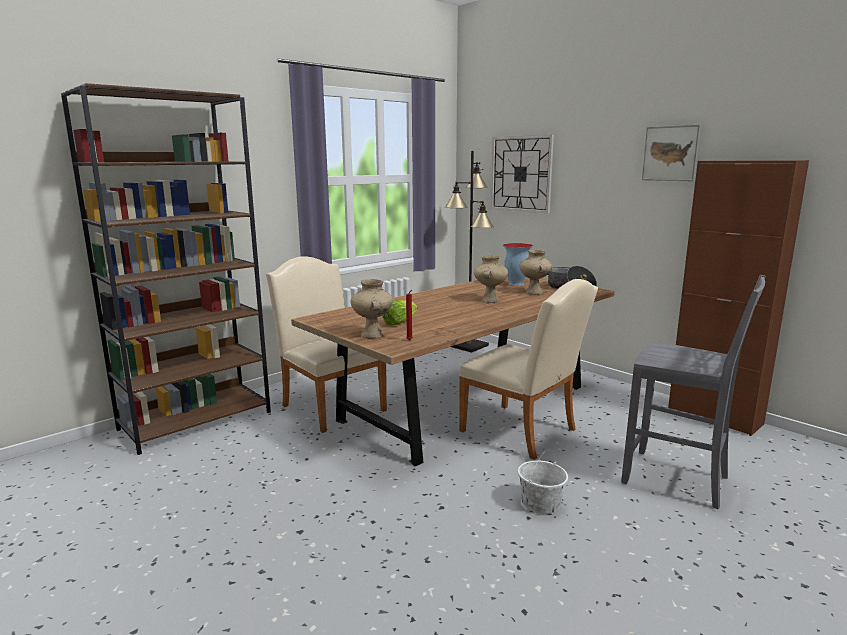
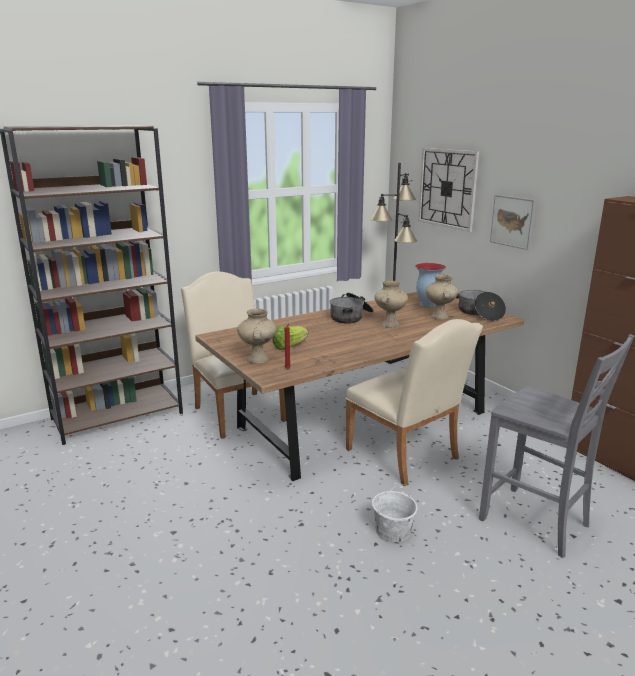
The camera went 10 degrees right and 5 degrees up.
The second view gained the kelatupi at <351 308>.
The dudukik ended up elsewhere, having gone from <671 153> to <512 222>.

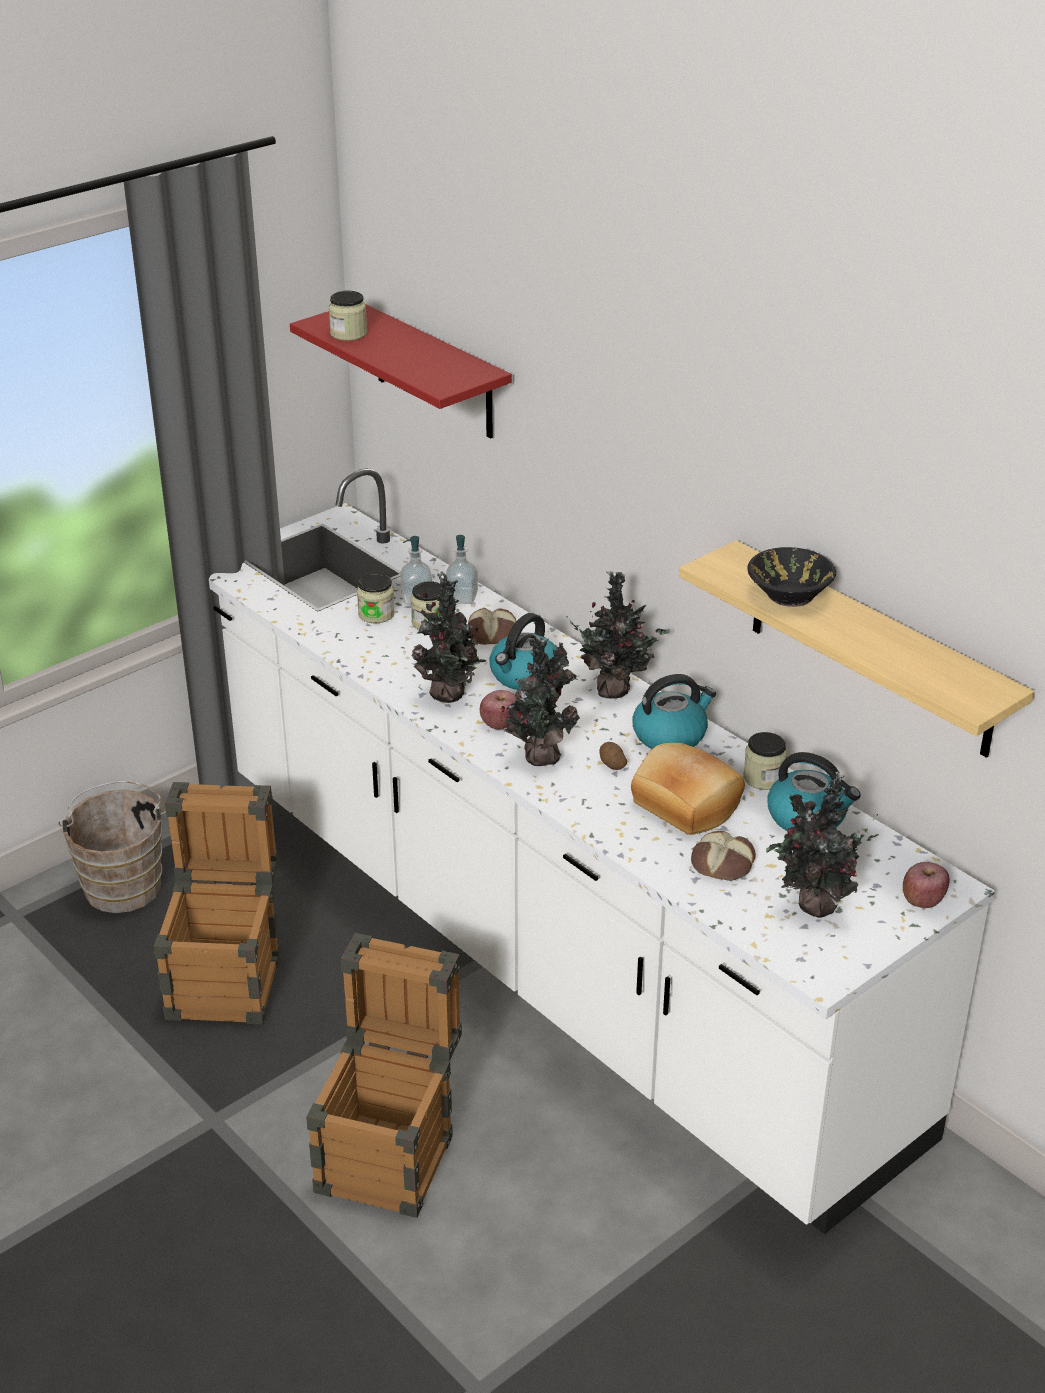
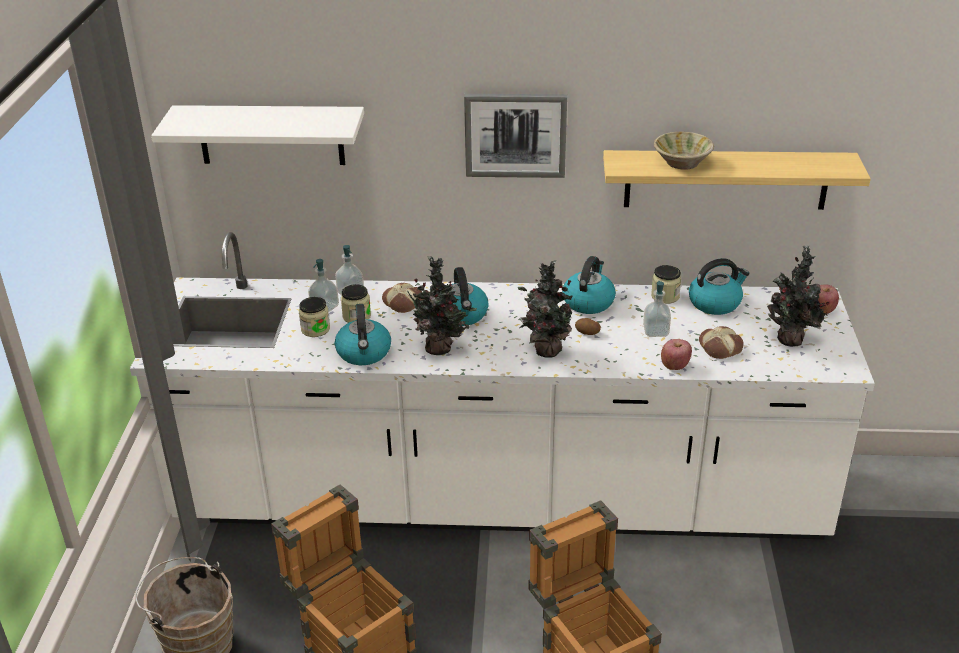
The camera went 45 degrees left and 0 degrees up.
What was the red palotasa at <401 371> turned into the white palotasa at <257 135>.
The second view gained the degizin at <363 334>.
The second view gained the dudukik at <515 136>.
Where the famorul stood at <688 789>, the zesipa came to stand at <657 309>.
What was the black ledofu at <791 577> turned into the beige ledofu at <684 151>.
The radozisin ended up elsewhere, having gone from <498 710> to <676 354>.
The second view lost the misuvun at <348 316>.
The second view lost the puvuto at <618 635>.

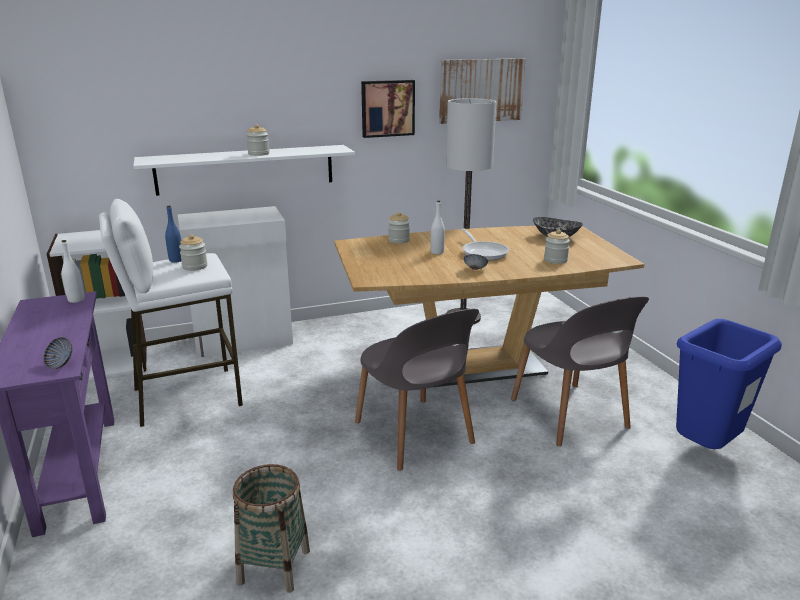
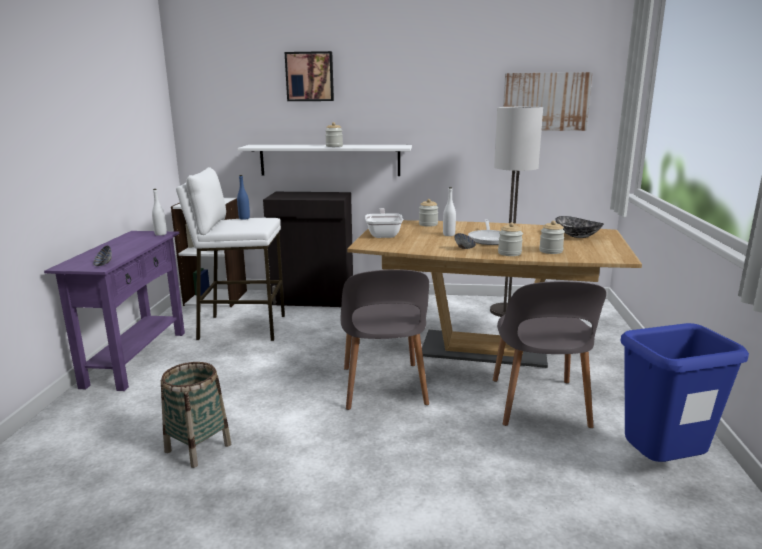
The camera went 25 degrees right and 5 degrees down.
What was the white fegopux at <235 282> turned into the black fegopux at <308 249>.
The dudukik ended up elsewhere, having gone from <388 109> to <309 76>.
The second view gained the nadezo at <384 223>.
The misuvun ended up elsewhere, having gone from <193 252> to <510 239>.

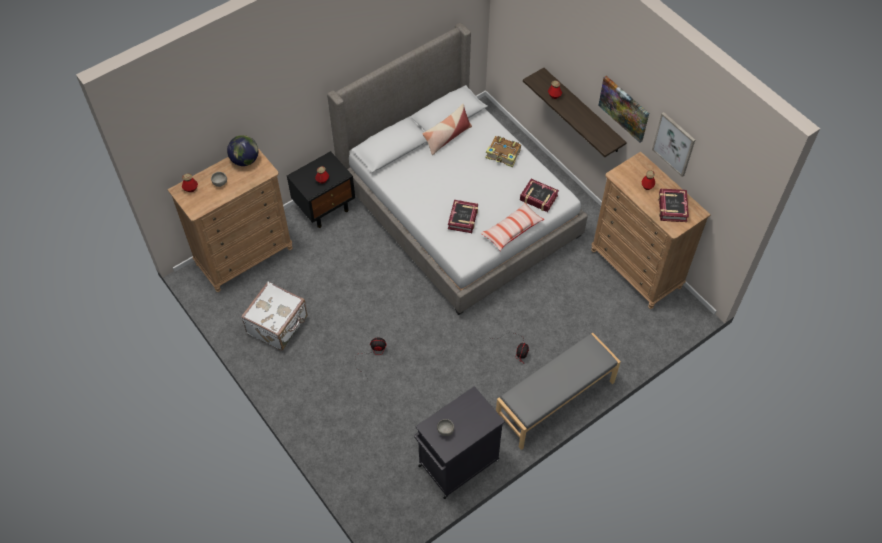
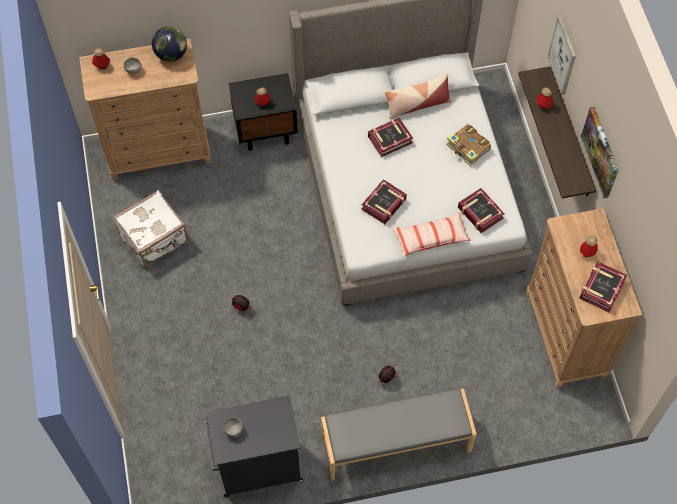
The camera went 25 degrees right and 5 degrees up.
The second view gained the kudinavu at <390 137>.
The dudukik ended up elsewhere, having gone from <673 144> to <562 55>.

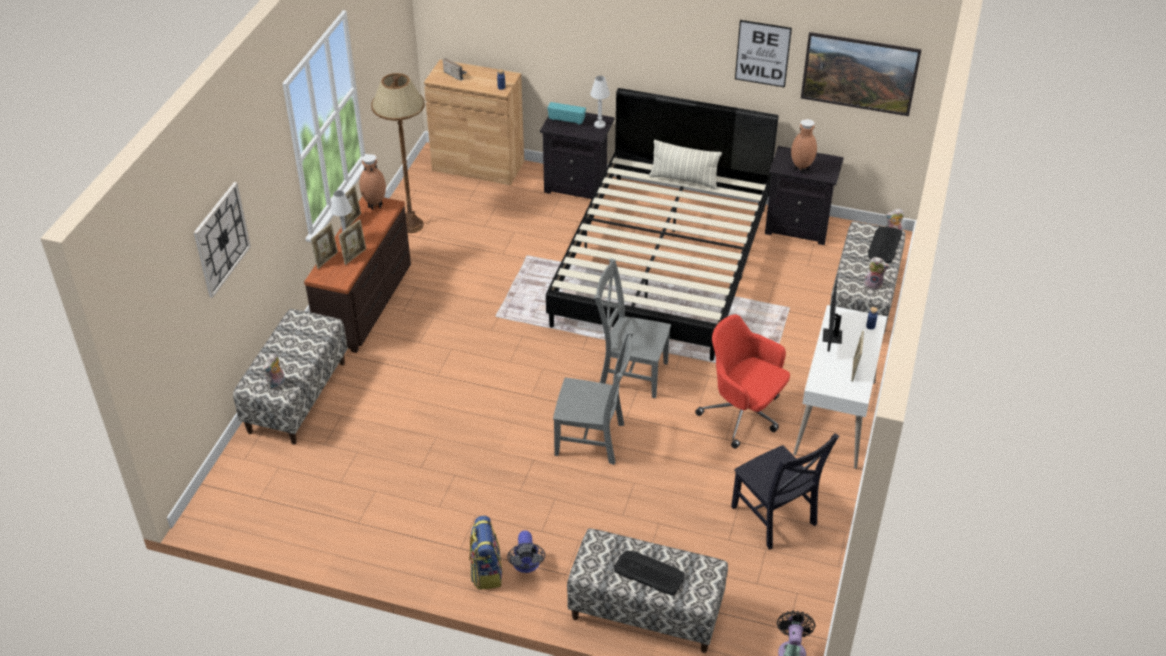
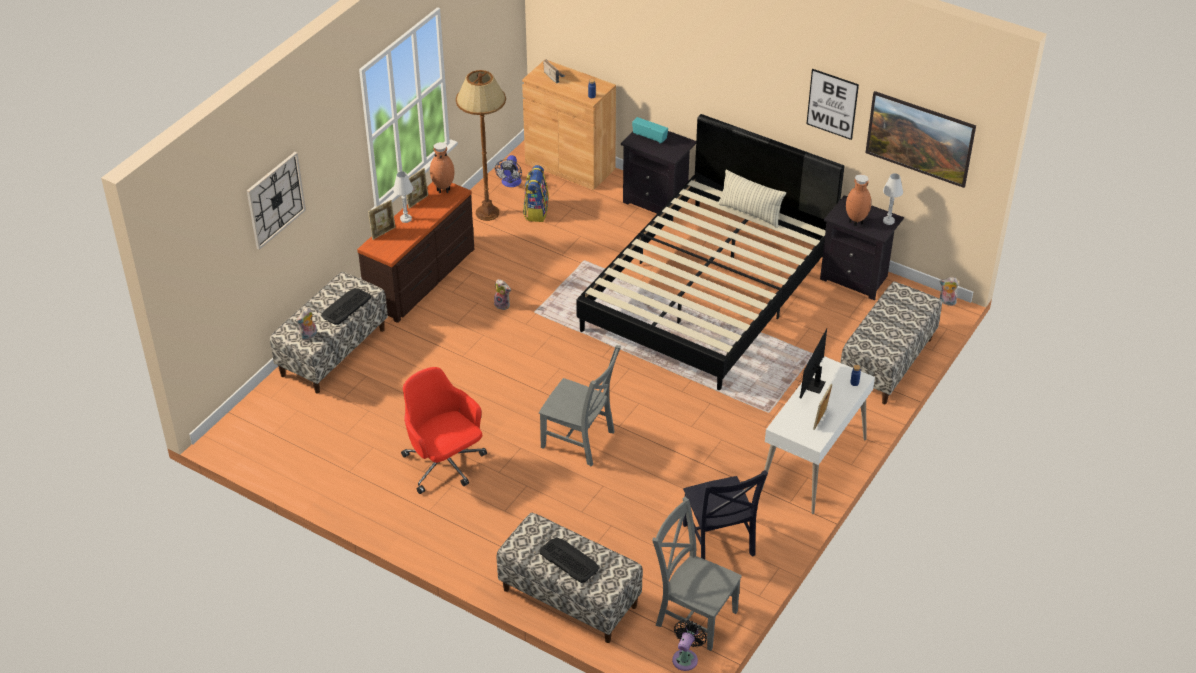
The camera went 15 degrees right and 0 degrees up.
The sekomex ended up elsewhere, having gone from <885 245> to <346 306>.
The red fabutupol ended up elsewhere, having gone from <742 381> to <444 430>.
The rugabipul ended up elsewhere, having gone from <877 273> to <502 294>.
The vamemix ended up elsewhere, having gone from <526 551> to <508 171>.
The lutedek ended up elsewhere, having gone from <486 553> to <536 193>.
The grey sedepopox ended up elsewhere, having gone from <632 328> to <697 574>.
The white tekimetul ended up elsewhere, having gone from <600 102> to <893 199>.
The second view lost the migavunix at <352 242>.

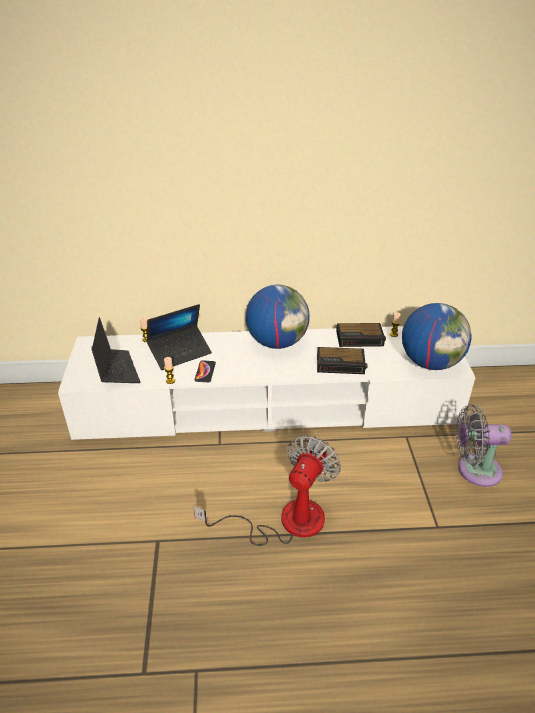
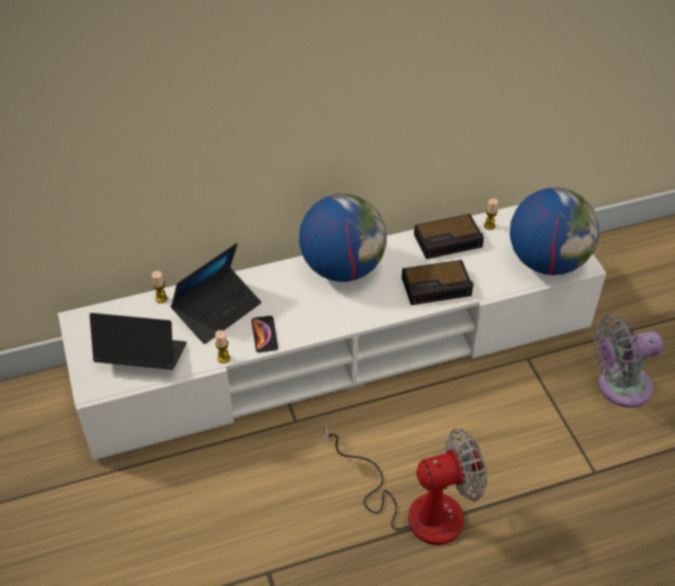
The camera went 15 degrees left and 10 degrees up.
The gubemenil at <115 350> ended up facing another way, 45 degrees counterclockwise from before.
The vamemix at <267 490> ended up facing another way, 60 degrees clockwise from before.

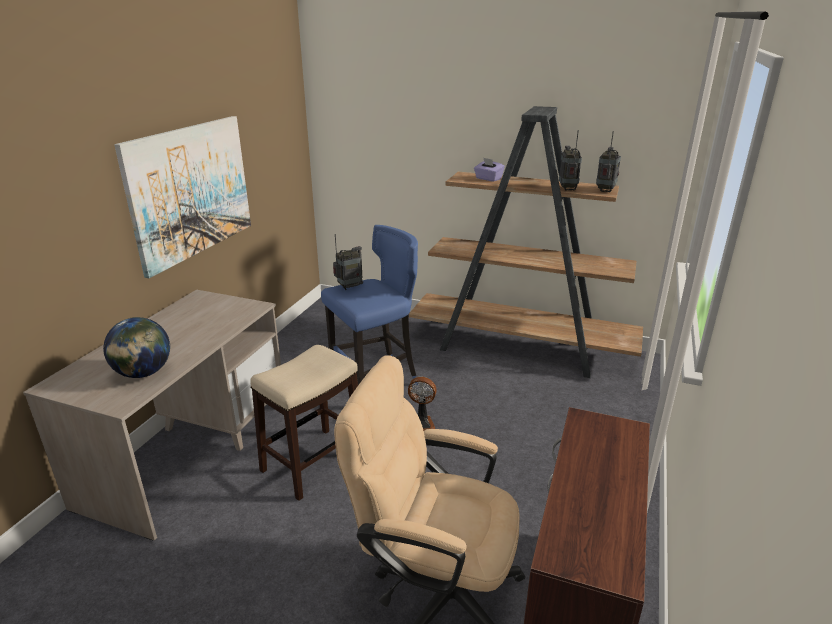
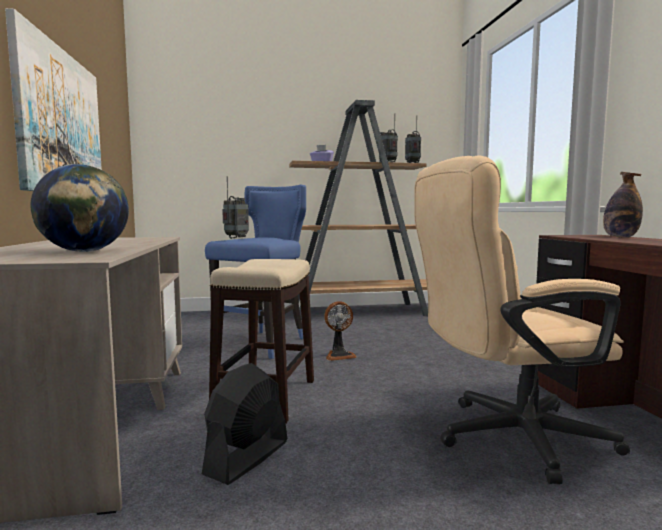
The camera went 30 degrees left and 20 degrees down.
The second view gained the black vamemix at <244 424>.
The second view gained the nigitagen at <623 204>.

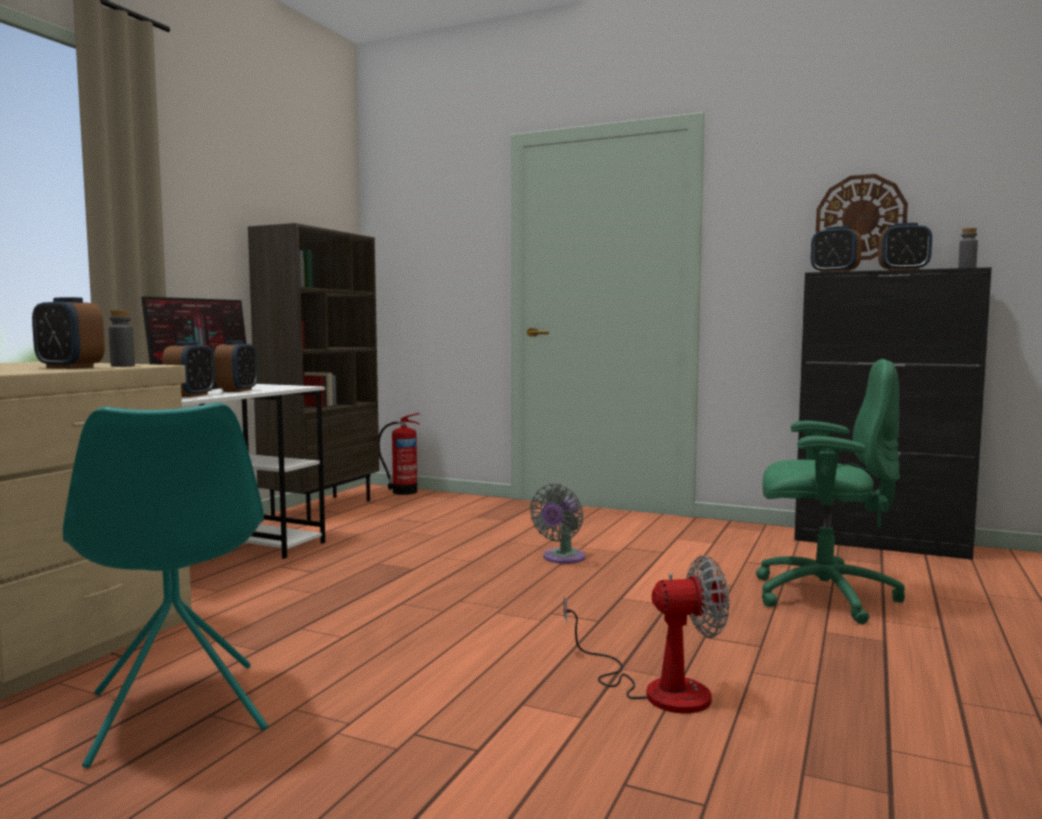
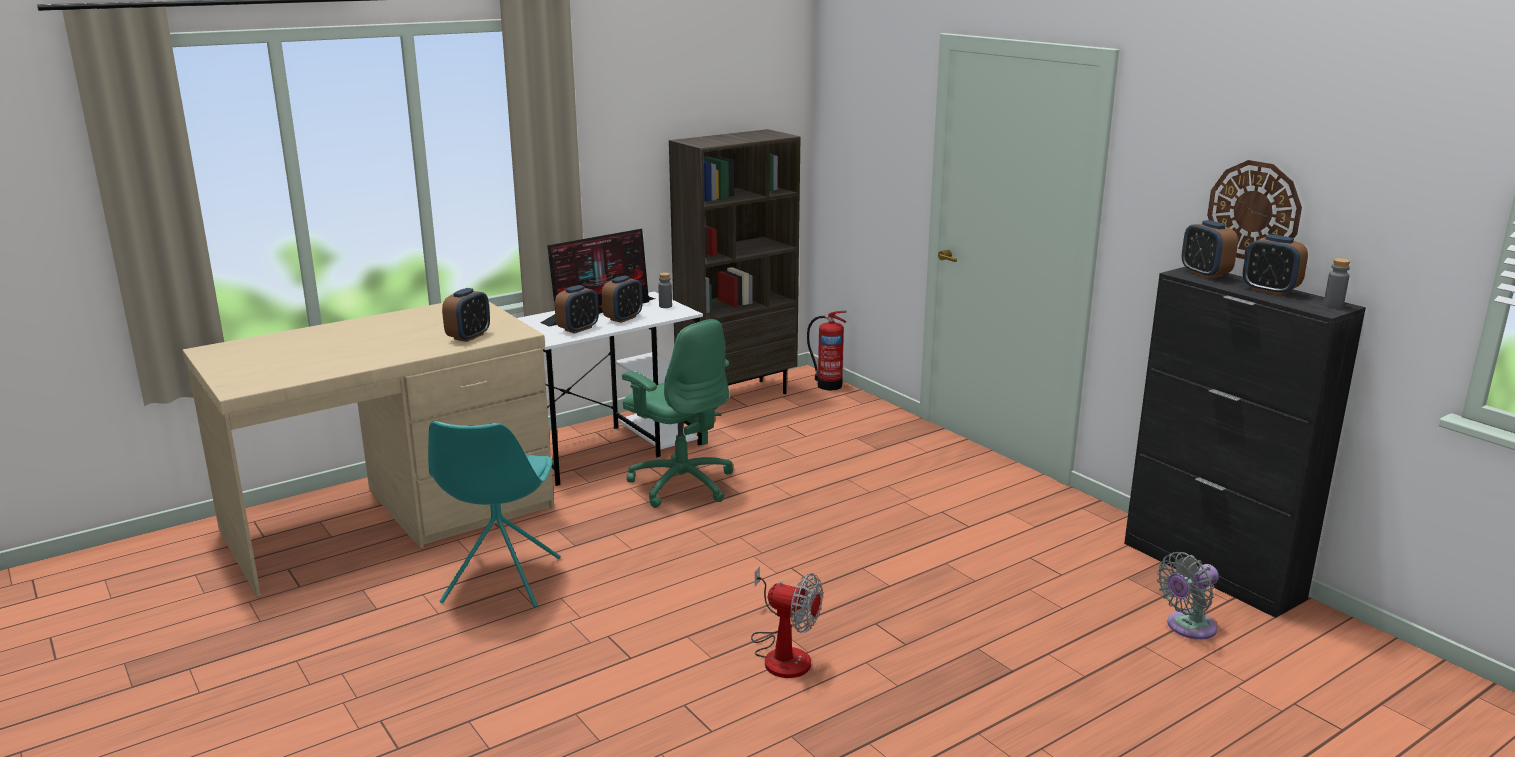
The camera went 30 degrees right and 15 degrees up.
The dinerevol at <68 333> ended up facing another way, 120 degrees counterclockwise from before.
The green fabutupol ended up elsewhere, having gone from <830 491> to <677 413>.
The grey nigitagen ended up elsewhere, having gone from <122 338> to <665 290>.
The grey vamemix ended up elsewhere, having gone from <557 524> to <1188 595>.

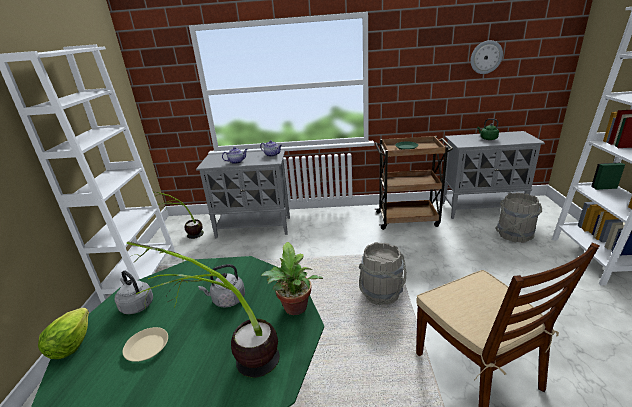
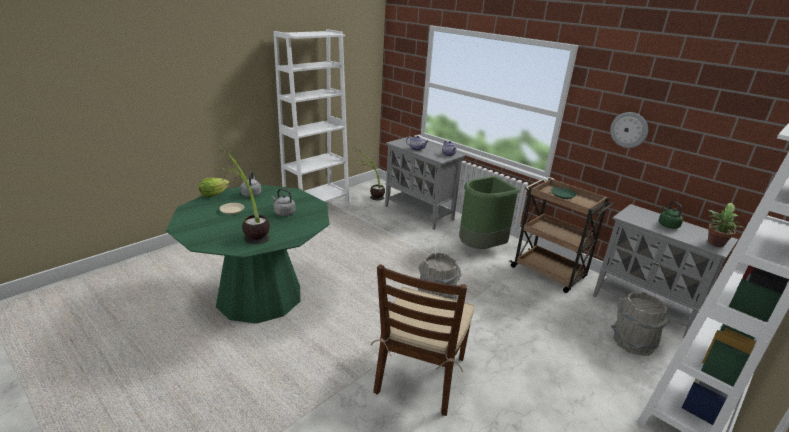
The camera went 40 degrees right and 0 degrees up.
The second view gained the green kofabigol at <489 212>.
The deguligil ended up elsewhere, having gone from <486 57> to <629 130>.
The puvuto ended up elsewhere, having gone from <292 278> to <726 225>.

